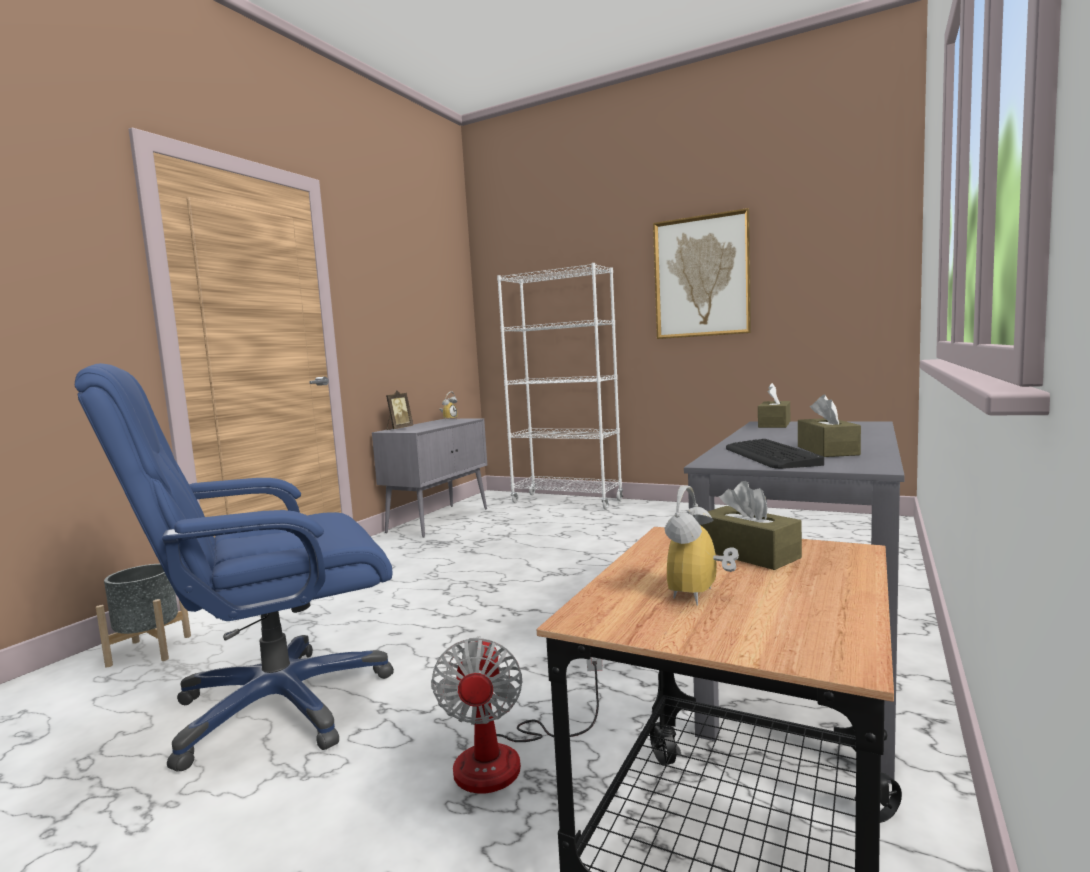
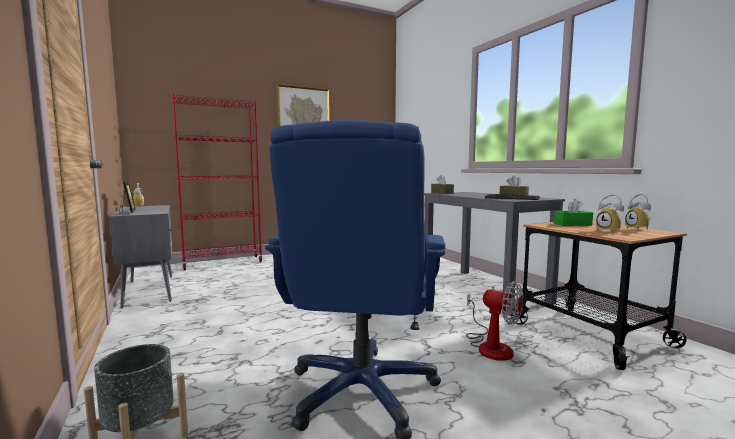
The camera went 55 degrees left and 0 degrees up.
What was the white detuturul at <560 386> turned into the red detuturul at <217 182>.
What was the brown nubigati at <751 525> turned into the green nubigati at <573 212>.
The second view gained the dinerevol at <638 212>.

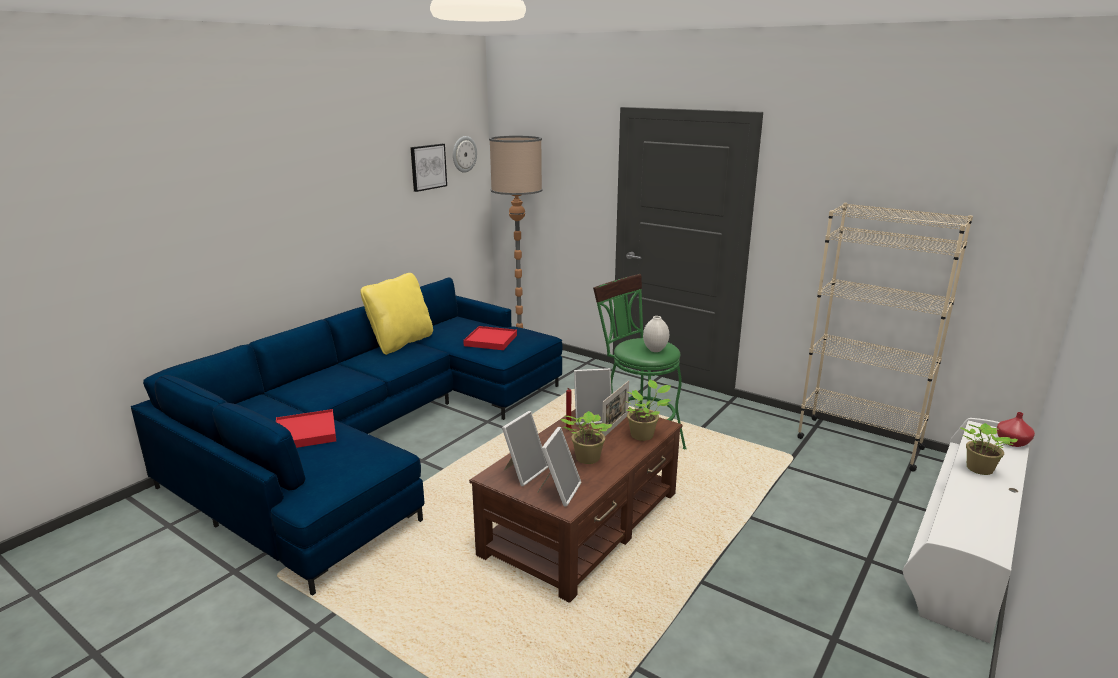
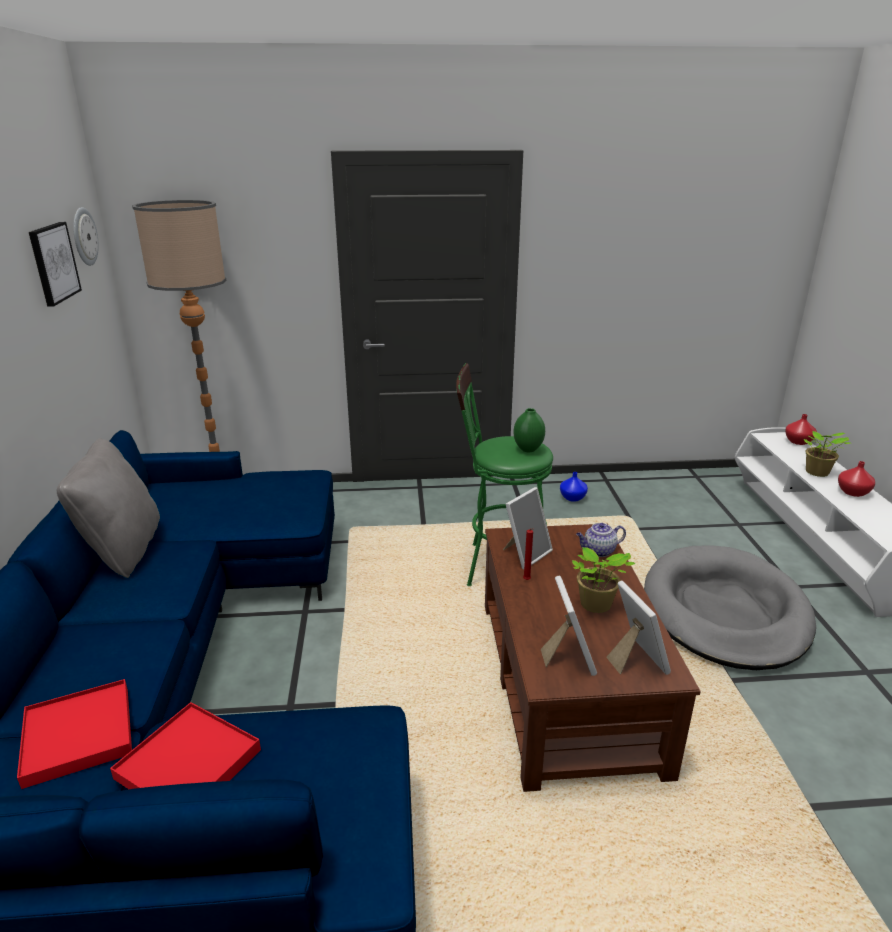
The camera went 40 degrees left and 5 degrees up.
The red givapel ended up elsewhere, having gone from <490 338> to <74 734>.
What was the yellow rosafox at <397 314> turned into the grey rosafox at <108 508>.
What was the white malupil at <656 334> turned into the green malupil at <529 430>.
The second view gained the blue malupil at <574 487>.
Where the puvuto stood at <647 410>, the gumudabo came to stand at <601 540>.
The second view gained the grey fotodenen at <730 607>.
The second view gained the red malupil at <856 479>.
The second view lost the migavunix at <615 408>.
The second view lost the beige detuturul at <885 337>.

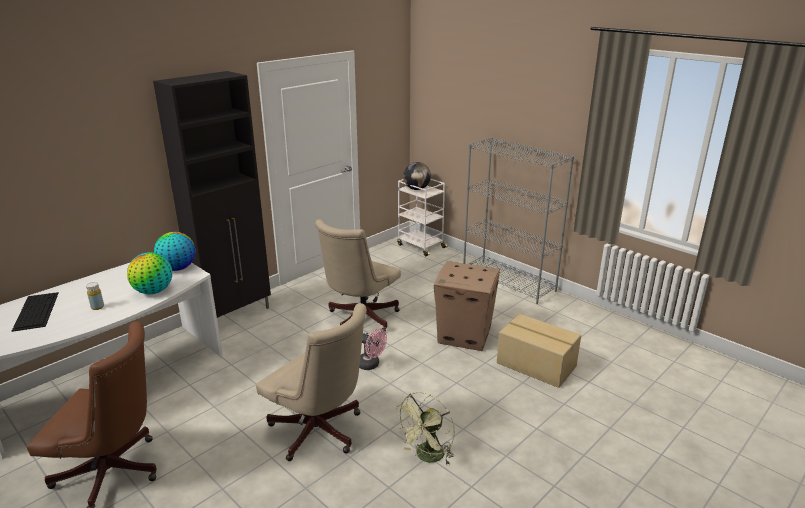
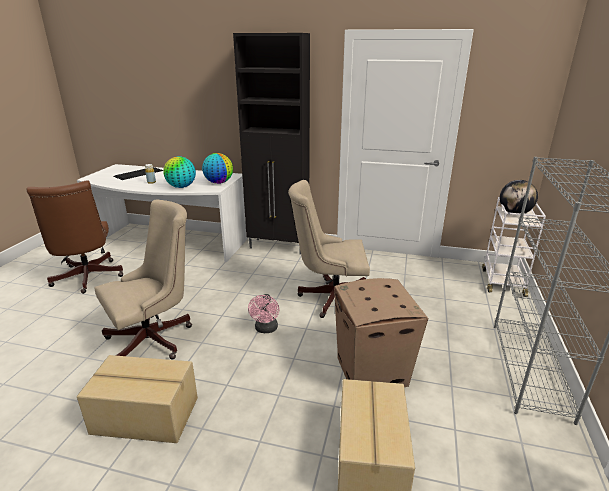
The camera went 60 degrees right and 0 degrees up.
Where the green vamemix stood at <424 429>, the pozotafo came to stand at <137 399>.
The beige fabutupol at <311 382> ended up facing another way, 135 degrees counterclockwise from before.

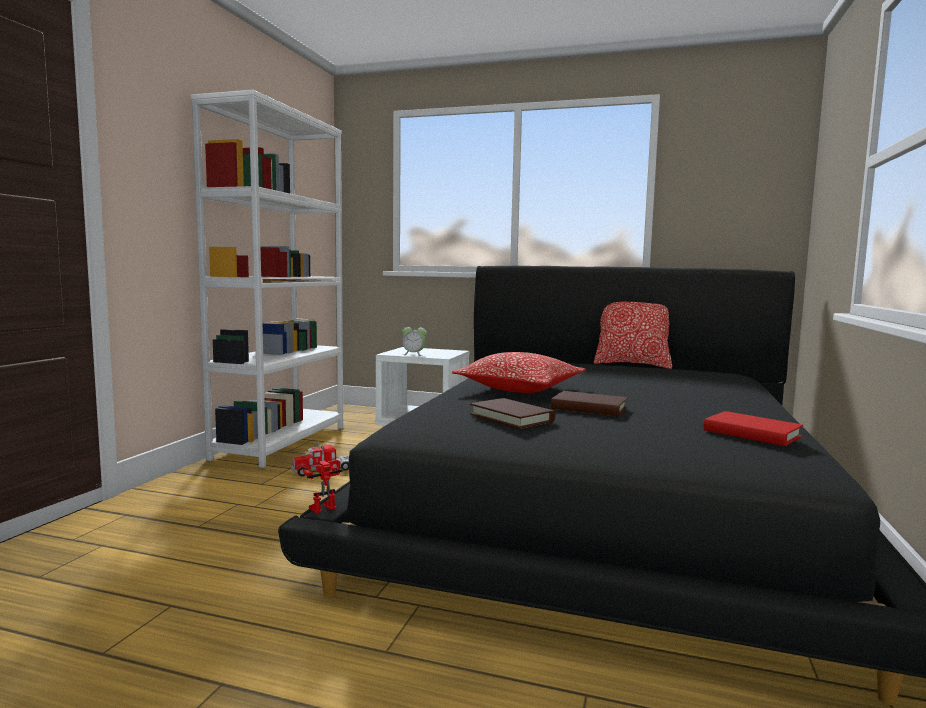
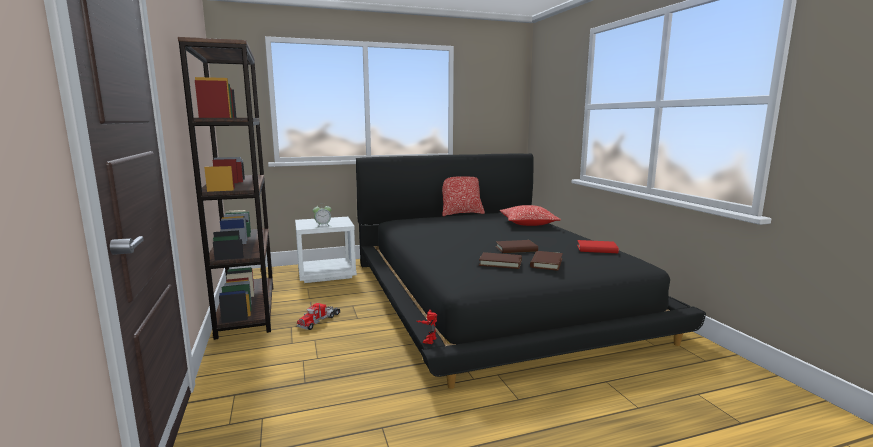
The camera went 35 degrees left and 5 degrees up.
What was the white detuturul at <266 279> turned into the brown detuturul at <225 188>.
The rosafox ended up elsewhere, having gone from <519 372> to <530 215>.
The second view gained the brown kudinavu at <546 261>.

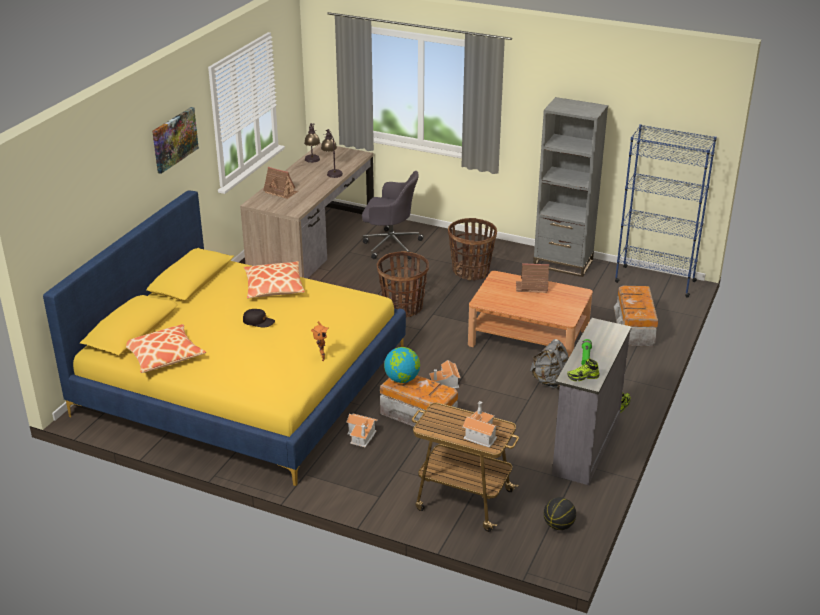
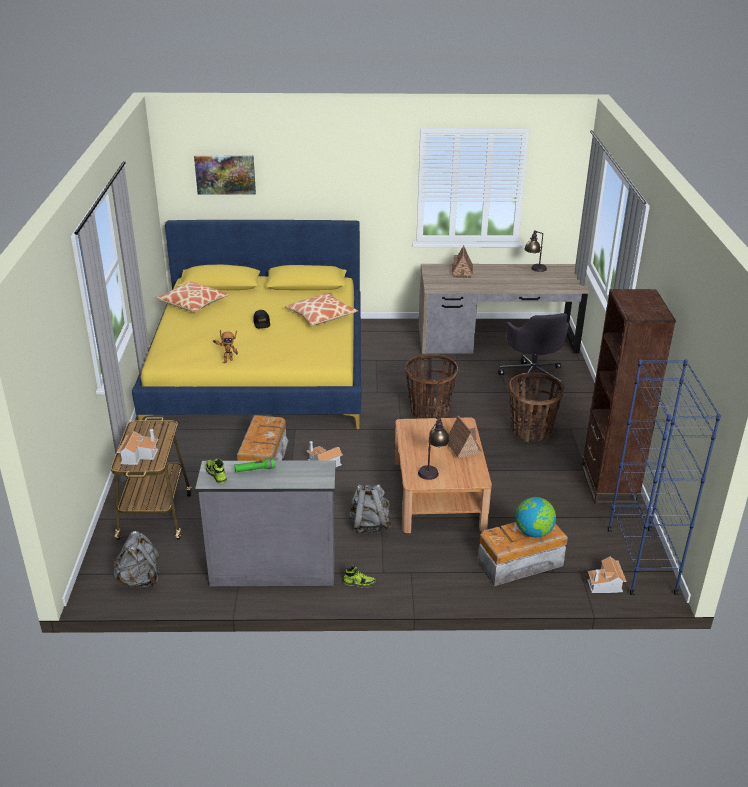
The camera went 65 degrees right and 0 degrees up.
Where the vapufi stood at <560 513>, the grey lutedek came to stand at <135 559>.
The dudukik ended up elsewhere, having gone from <175 140> to <225 175>.
The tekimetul ended up elsewhere, having gone from <332 153> to <434 448>.
The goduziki ended up elsewhere, having gone from <402 365> to <535 517>.
What was the grey detuturul at <570 187> turned into the brown detuturul at <629 396>.
The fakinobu ended up elsewhere, having gone from <362 430> to <607 575>.

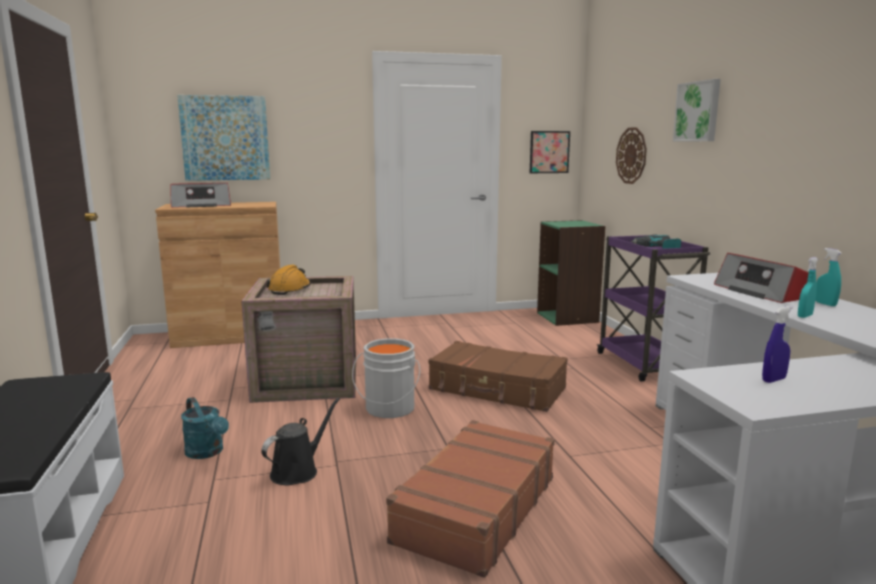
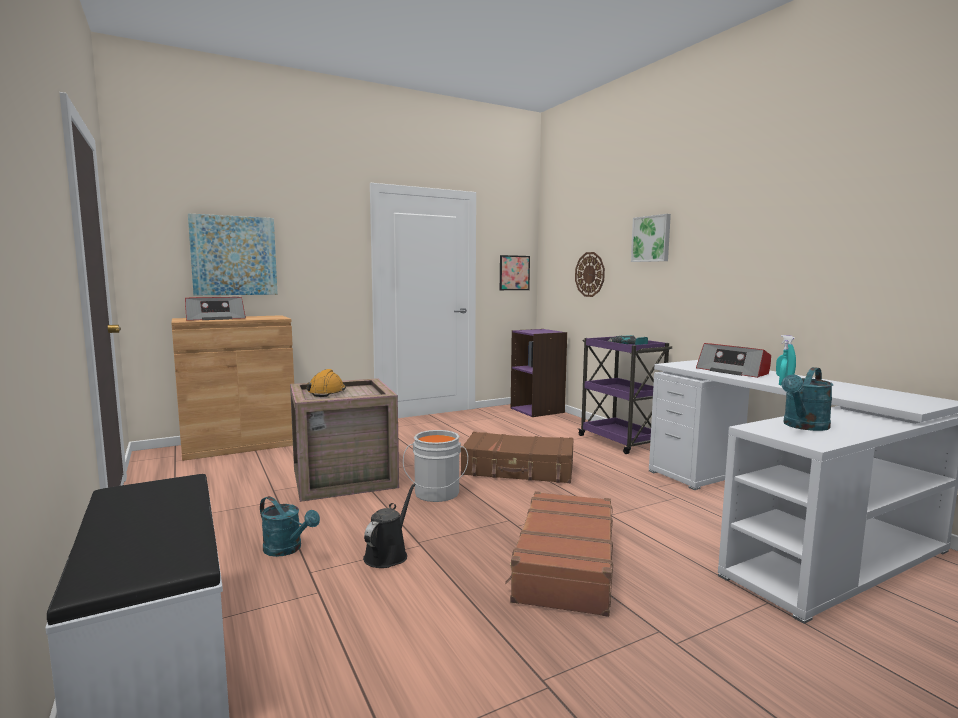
The camera went 15 degrees left and 5 degrees down.
What was the green detuturul at <571 273> turned into the purple detuturul at <539 373>.
Where the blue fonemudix stood at <777 344>, the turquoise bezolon came to stand at <807 399>.

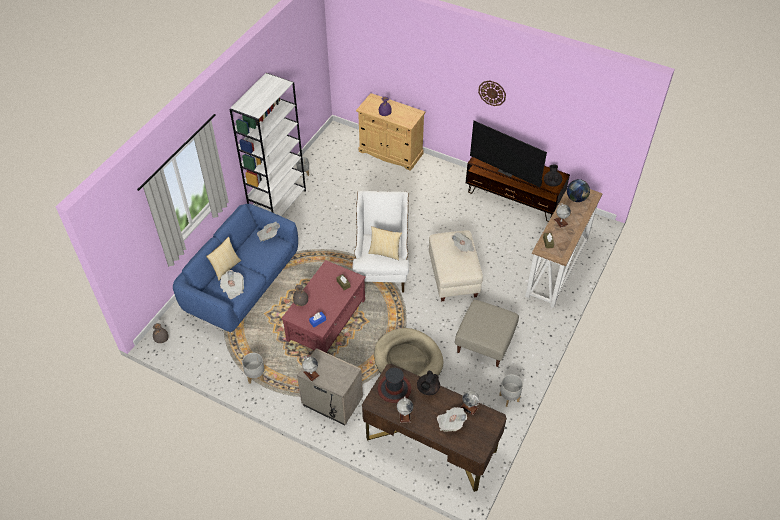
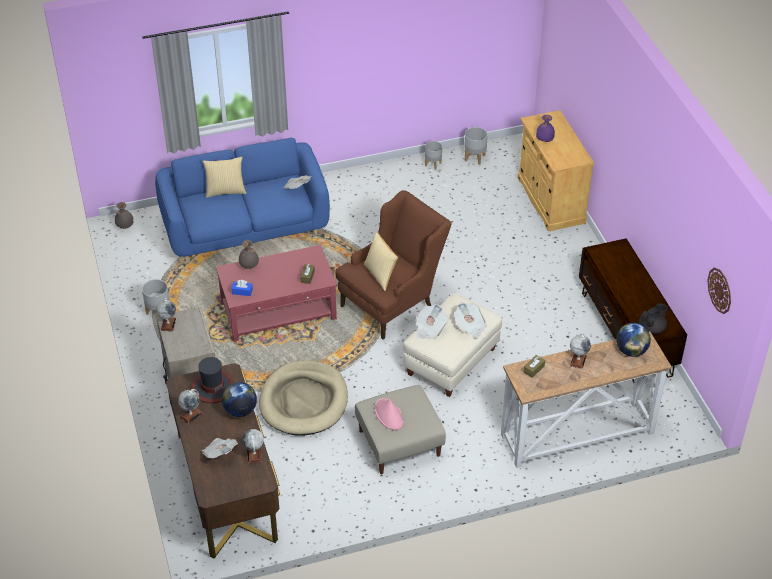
The camera went 45 degrees right and 5 degrees down.
Where the black gumudabo stood at <428 383>, the goduziki came to stand at <239 399>.
What was the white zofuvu at <381 241> turned into the brown zofuvu at <393 265>.
The second view gained the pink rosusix at <389 414>.
The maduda ended up elsewhere, having gone from <232 284> to <431 322>.
The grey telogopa ended up elsewhere, having gone from <511 390> to <476 146>.
The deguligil ended up elsewhere, having gone from <492 93> to <719 290>.
The second view lost the white detuturul at <267 144>.
The second view lost the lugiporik at <508 154>.

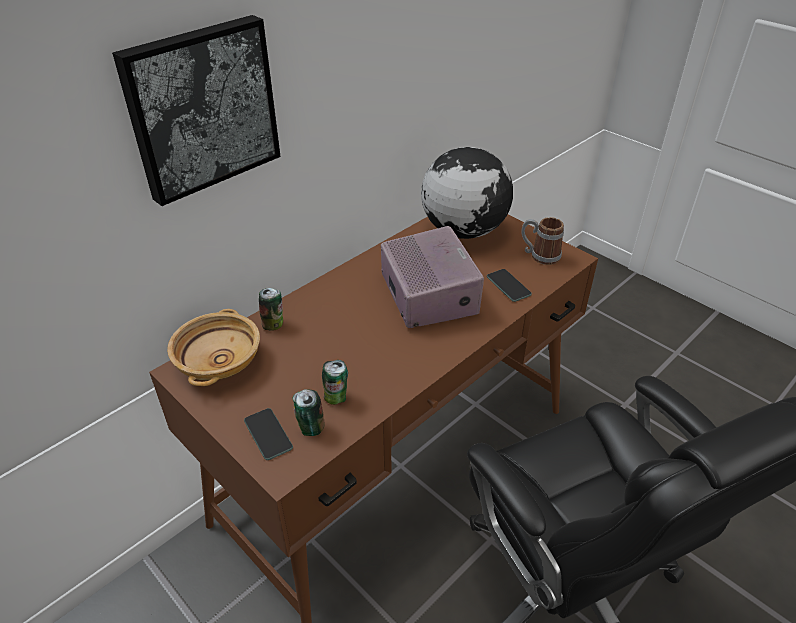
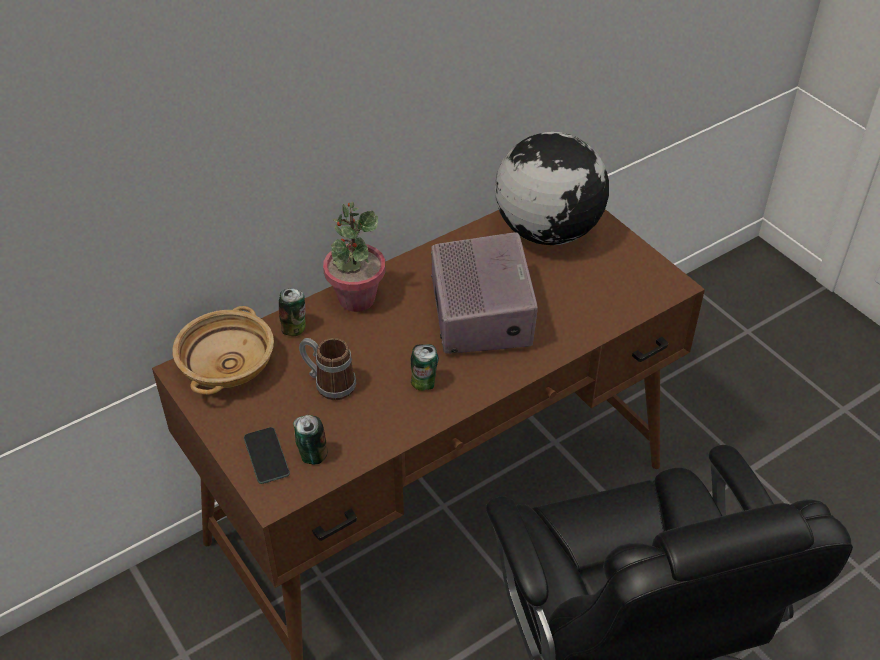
The camera went 10 degrees right and 5 degrees up.
The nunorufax ended up elsewhere, having gone from <542 241> to <327 369>.
The second view gained the puvuto at <354 257>.
The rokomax ended up elsewhere, having gone from <335 382> to <425 367>.
The second view lost the dudukik at <196 110>.
The second view lost the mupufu at <509 285>.

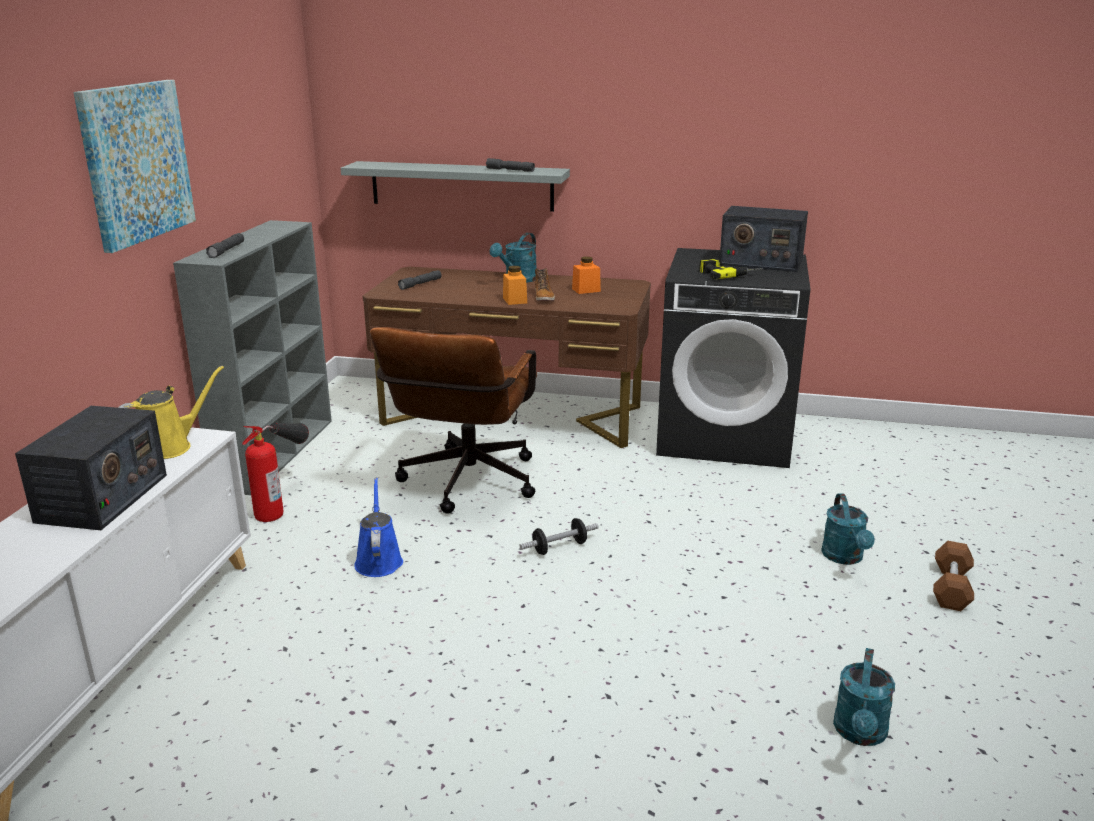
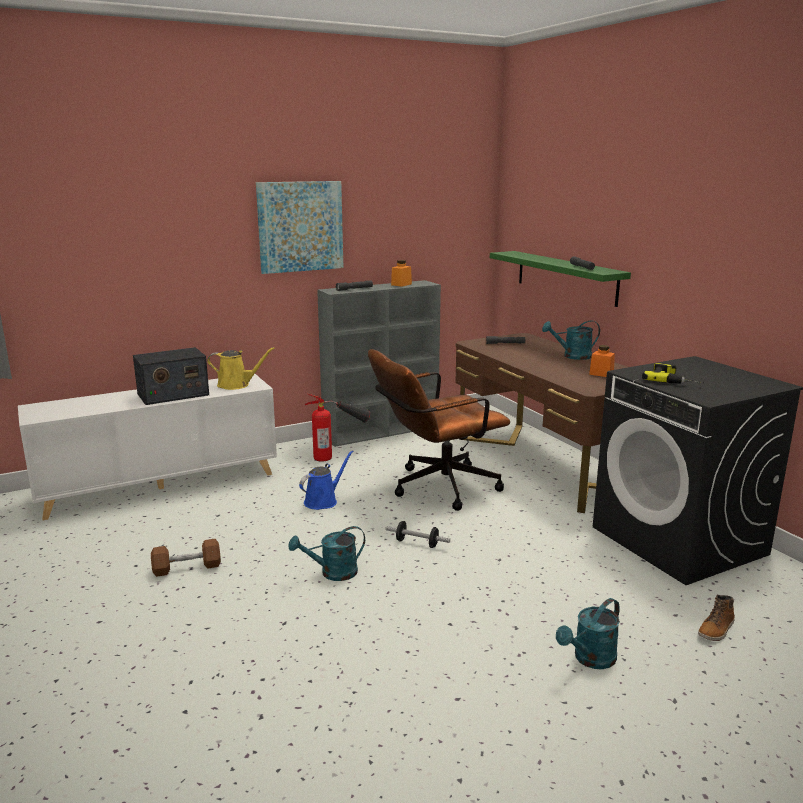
The camera went 50 degrees right and 5 degrees down.
The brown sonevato ended up elsewhere, having gone from <953 576> to <186 558>.
The turquoise bezolon ended up elsewhere, having gone from <864 697> to <327 553>.
The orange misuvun ended up elsewhere, having gone from <515 285> to <401 273>.
What was the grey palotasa at <455 186> turned into the green palotasa at <560 279>.
The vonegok ended up elsewhere, having gone from <545 284> to <716 618>.
The second view lost the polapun at <764 239>.

